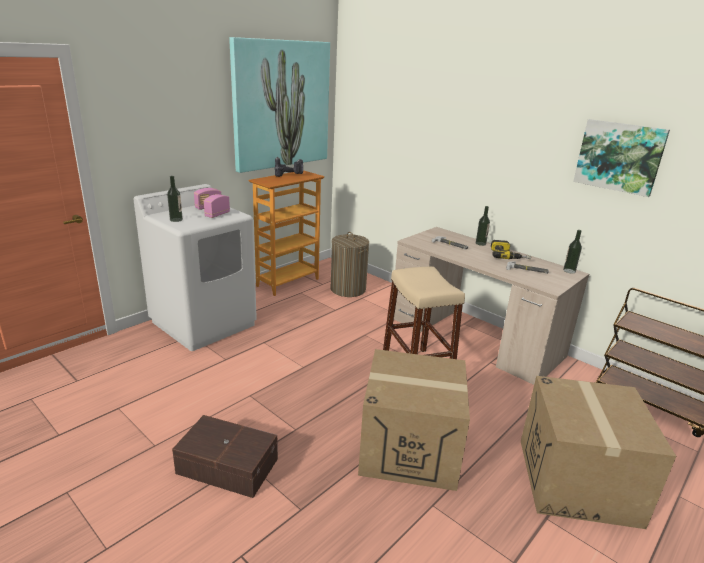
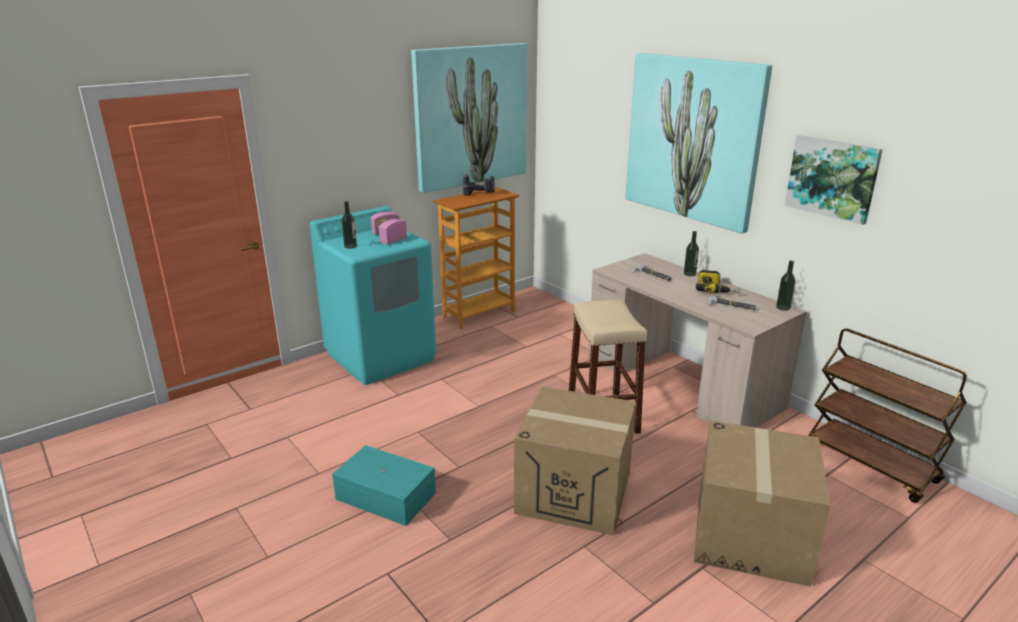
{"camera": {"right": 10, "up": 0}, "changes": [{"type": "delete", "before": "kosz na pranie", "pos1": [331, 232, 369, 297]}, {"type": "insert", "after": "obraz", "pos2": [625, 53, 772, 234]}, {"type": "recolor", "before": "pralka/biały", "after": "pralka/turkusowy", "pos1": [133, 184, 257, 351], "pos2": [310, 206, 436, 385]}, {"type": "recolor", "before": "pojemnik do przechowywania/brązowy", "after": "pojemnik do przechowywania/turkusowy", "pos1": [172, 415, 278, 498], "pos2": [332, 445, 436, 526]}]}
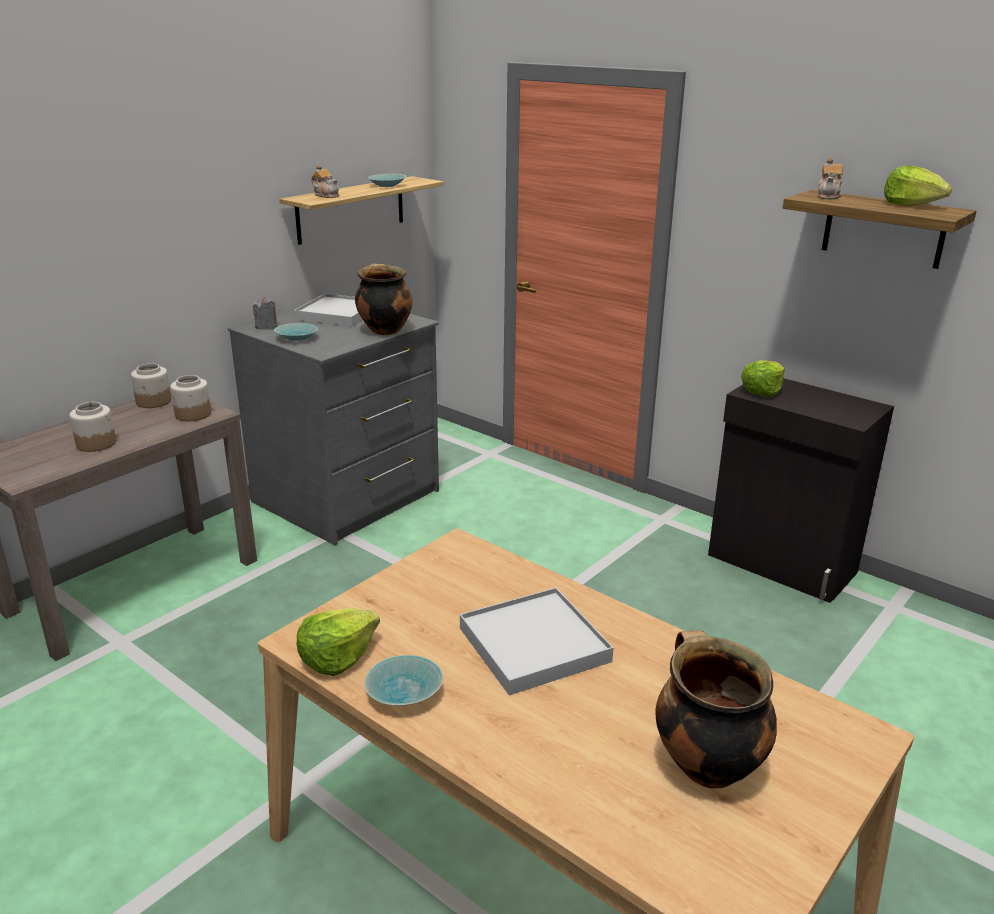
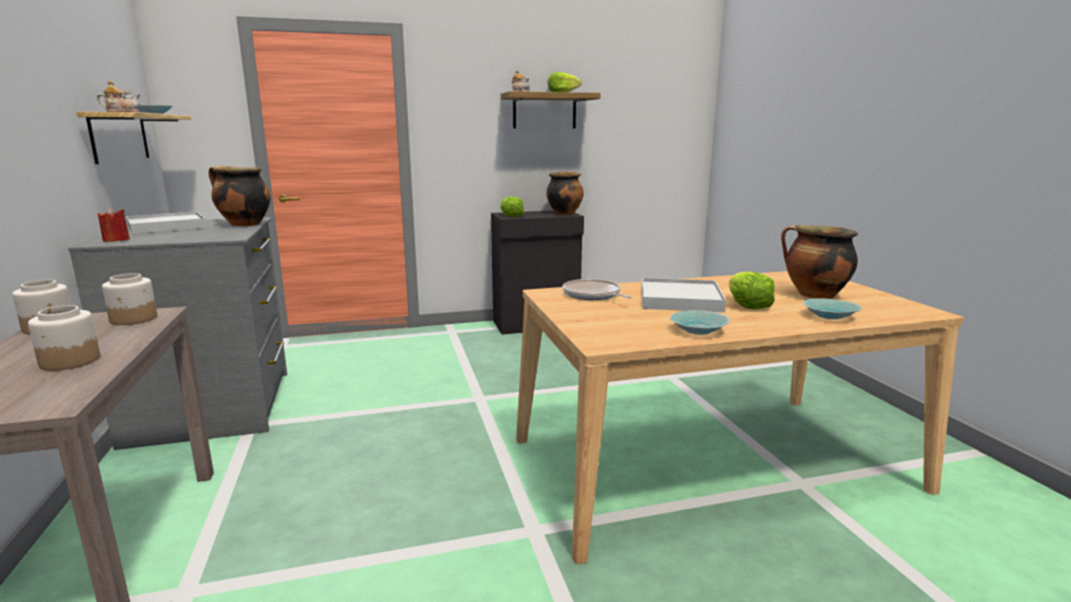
{"camera": {"right": -55, "up": -10}, "changes": [{"type": "insert", "after": "garnek", "pos2": [546, 171, 584, 215]}, {"type": "insert", "after": "patelnia", "pos2": [562, 279, 632, 300]}, {"type": "move", "before": "miska/turkusowy", "pos1": [274, 323, 318, 341], "pos2": [803, 298, 862, 320]}, {"type": "move", "before": "sałata", "pos1": [297, 608, 380, 676], "pos2": [729, 271, 775, 309]}, {"type": "recolor", "before": "świeca/szary", "after": "świeca/czerwony", "pos1": [253, 297, 277, 330], "pos2": [98, 207, 130, 242]}]}
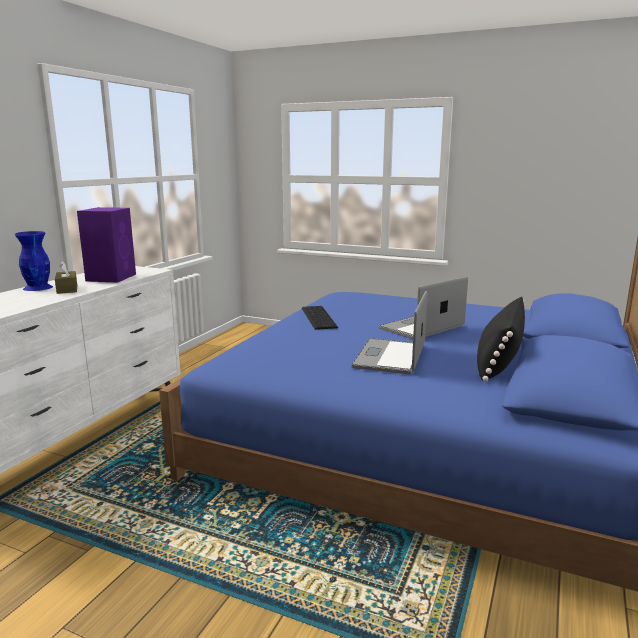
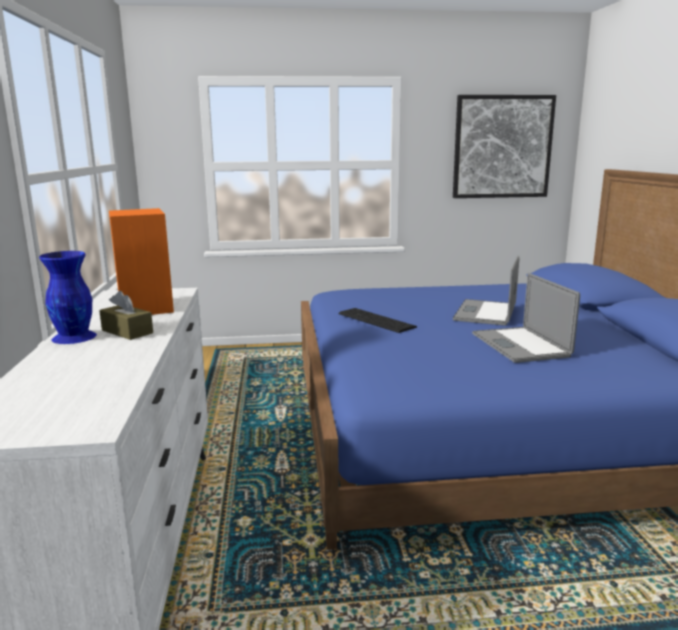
{"camera": {"right": -30, "up": 0}, "changes": [{"type": "delete", "before": "poduszka/czarny", "pos1": [477, 297, 525, 382]}, {"type": "insert", "after": "obraz", "pos2": [453, 95, 556, 198]}, {"type": "recolor", "before": "głośnik/fioletowy", "after": "głośnik/pomarańczowy", "pos1": [77, 207, 136, 283], "pos2": [109, 208, 174, 315]}]}
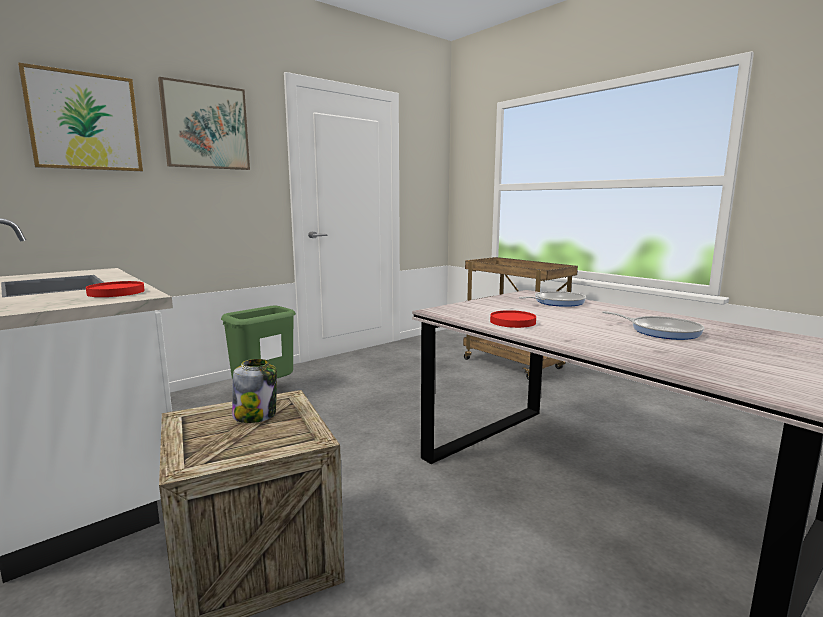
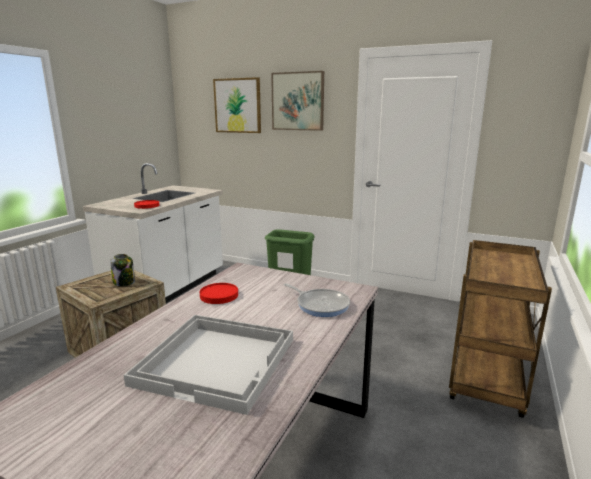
{"camera": {"right": 65, "up": 5}, "changes": [{"type": "replace", "before": "patelnia", "after": "taca/biały", "pos1": [602, 311, 705, 340], "pos2": [124, 315, 293, 415]}]}
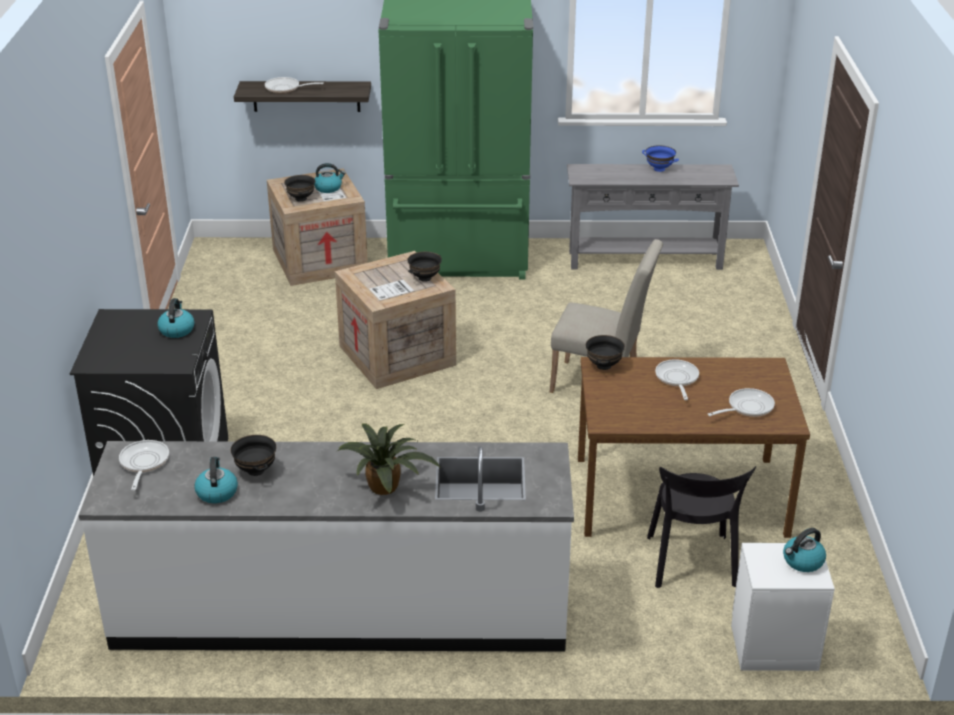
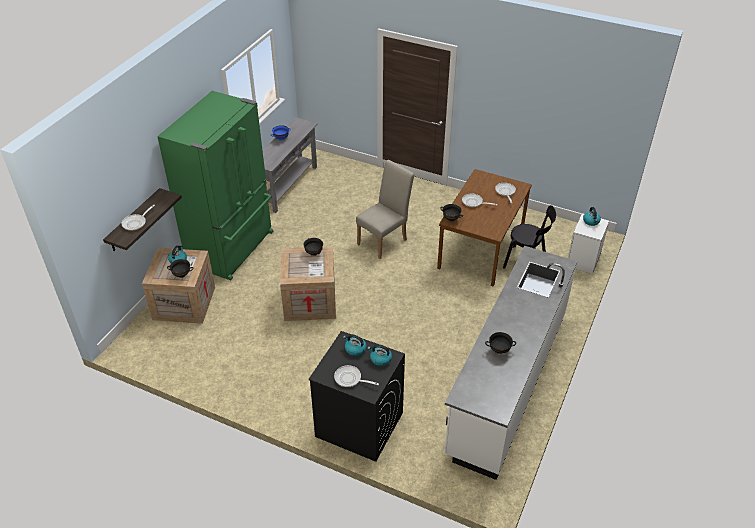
{"camera": {"right": -65, "up": 10}, "changes": [{"type": "delete", "before": "roślina doniczkowa", "pos1": [337, 423, 440, 495]}, {"type": "move", "before": "patelnia", "pos1": [119, 440, 169, 491], "pos2": [334, 365, 379, 387]}, {"type": "move", "before": "czajnik", "pos1": [194, 457, 238, 503], "pos2": [367, 344, 392, 366]}]}
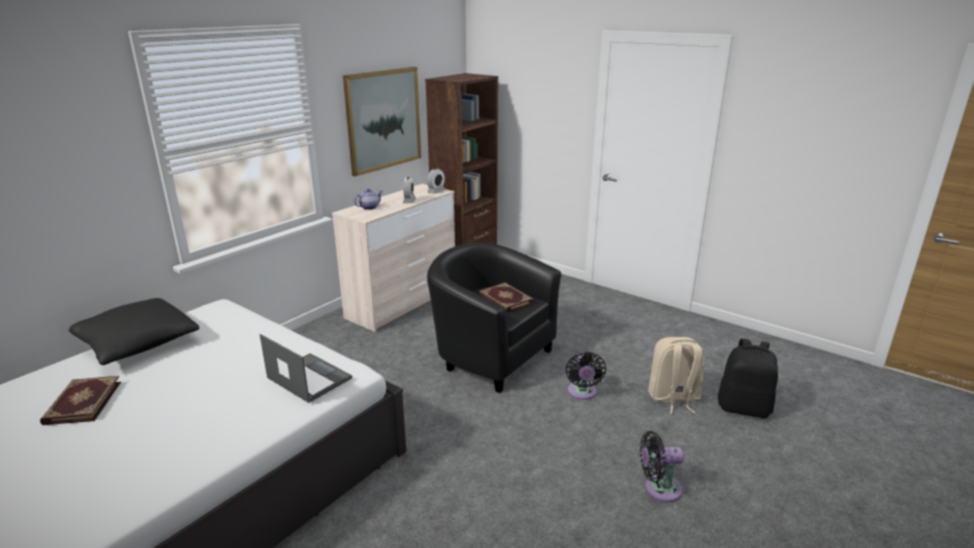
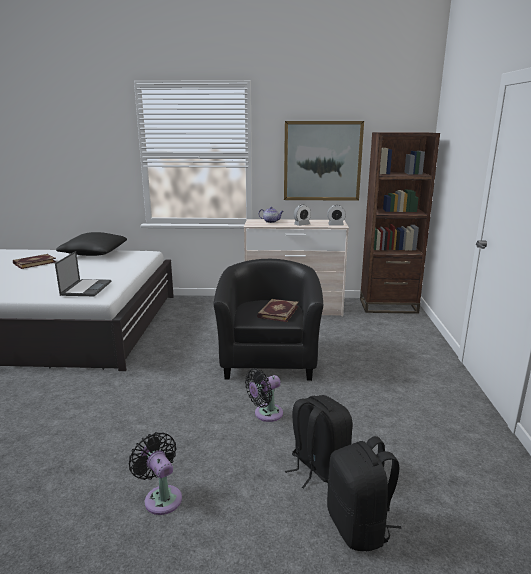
{"camera": {"right": 55, "up": -5}, "changes": [{"type": "recolor", "before": "plecak/beżowy", "after": "plecak/czarny", "pos1": [648, 337, 705, 414], "pos2": [285, 395, 352, 489]}]}
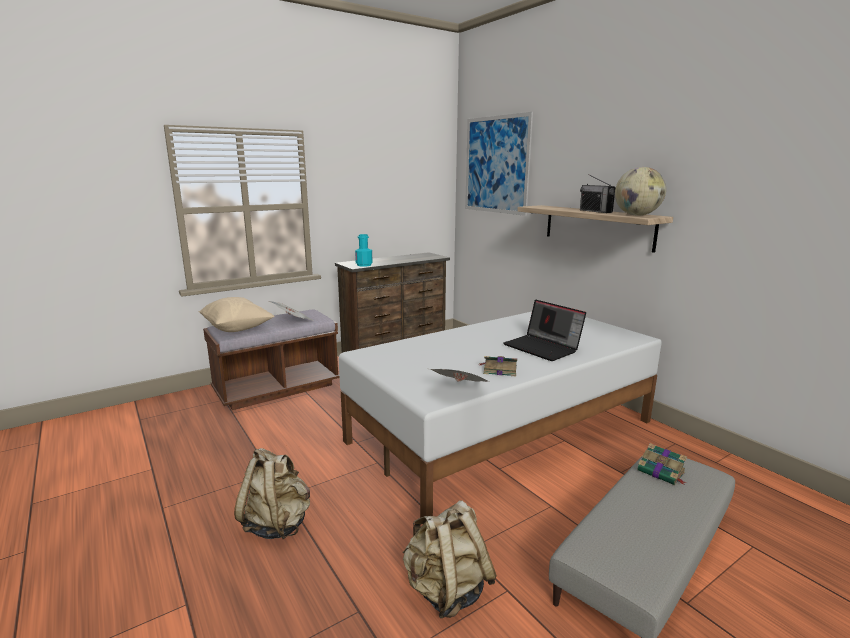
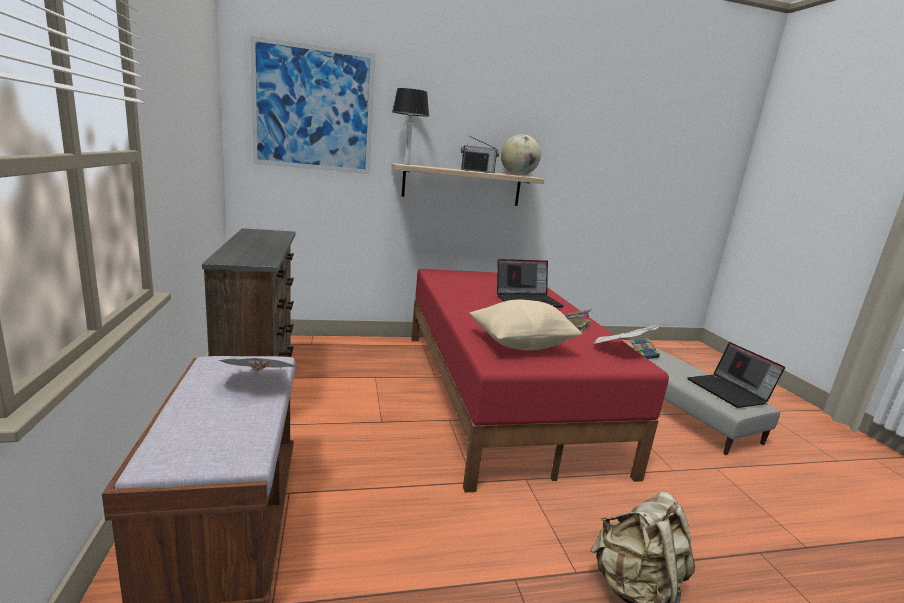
{"camera": {"right": -70, "up": 0}, "changes": [{"type": "delete", "before": "butelka/turkusowy", "pos1": [355, 234, 373, 267]}, {"type": "delete", "before": "plecak/beżowy", "pos1": [403, 500, 497, 618]}, {"type": "insert", "after": "lampa stołowa", "pos2": [392, 88, 429, 165]}, {"type": "insert", "after": "laptop", "pos2": [687, 342, 785, 408]}, {"type": "move", "before": "poduszka/beżowy", "pos1": [199, 297, 274, 332], "pos2": [469, 300, 582, 350]}, {"type": "recolor", "before": "łóżko/biały", "after": "łóżko/czerwony", "pos1": [339, 312, 662, 518], "pos2": [411, 269, 669, 493]}]}
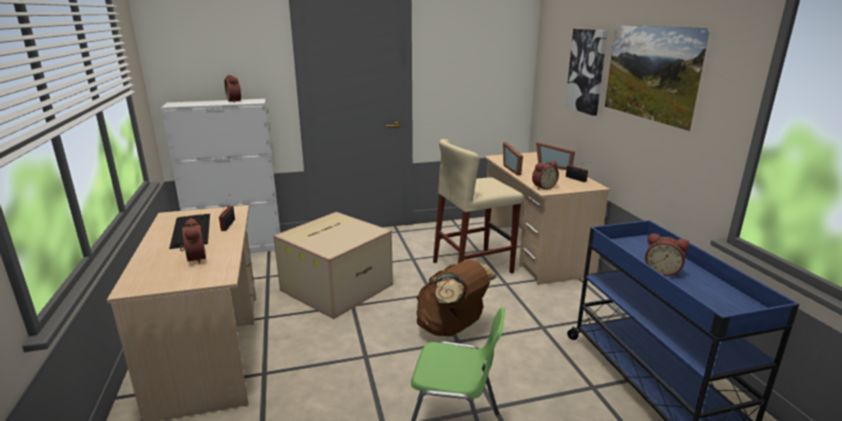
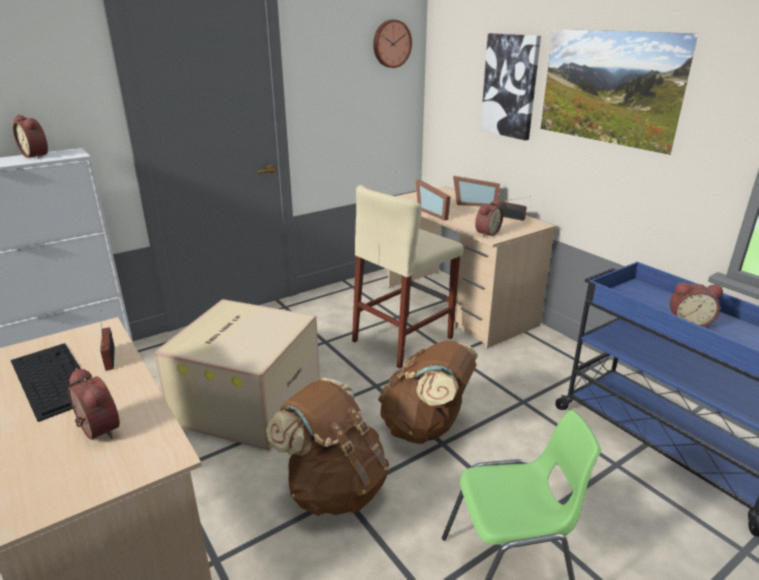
{"camera": {"right": -20, "up": 5}, "changes": [{"type": "insert", "after": "plecak/brązowy", "pos2": [266, 378, 389, 516]}, {"type": "insert", "after": "zegar ścienny", "pos2": [373, 20, 412, 68]}]}
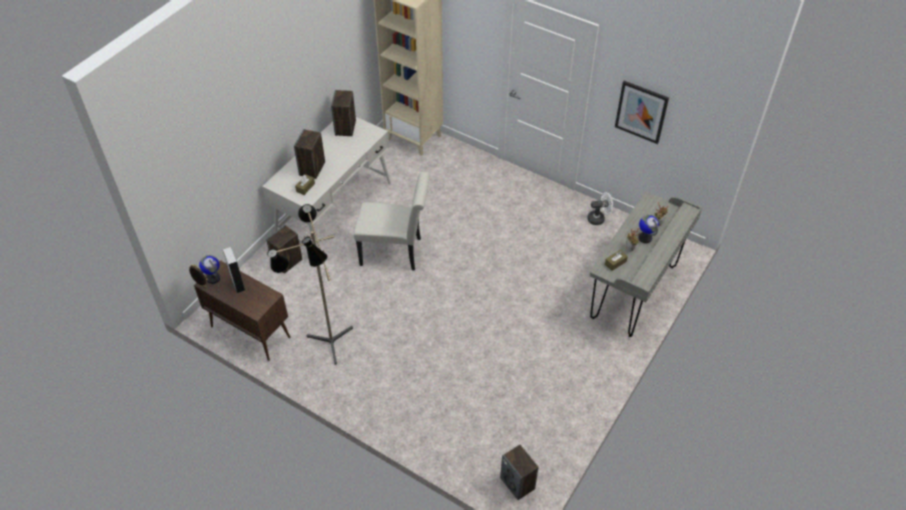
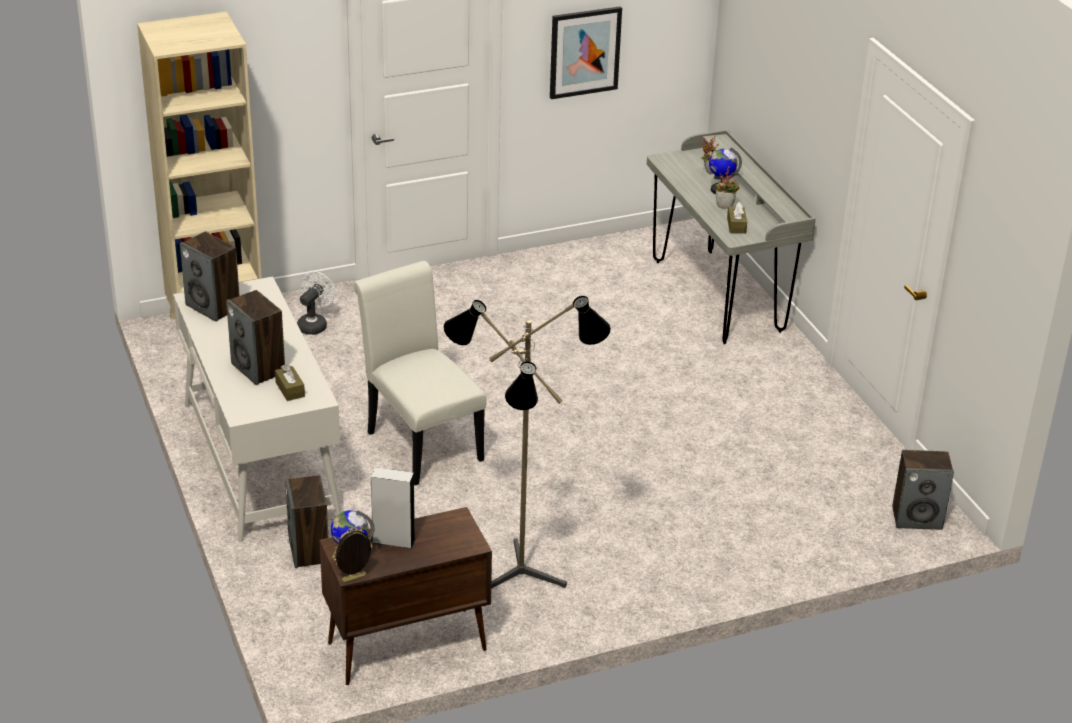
{"camera": {"right": -55, "up": -15}, "changes": [{"type": "move", "before": "wentylator/biały", "pos1": [587, 192, 613, 225], "pos2": [297, 272, 335, 335]}, {"type": "rotate", "before": "krzesło/biały", "pos1": [354, 172, 430, 270], "pos2": [353, 261, 487, 485], "turn": -75}]}
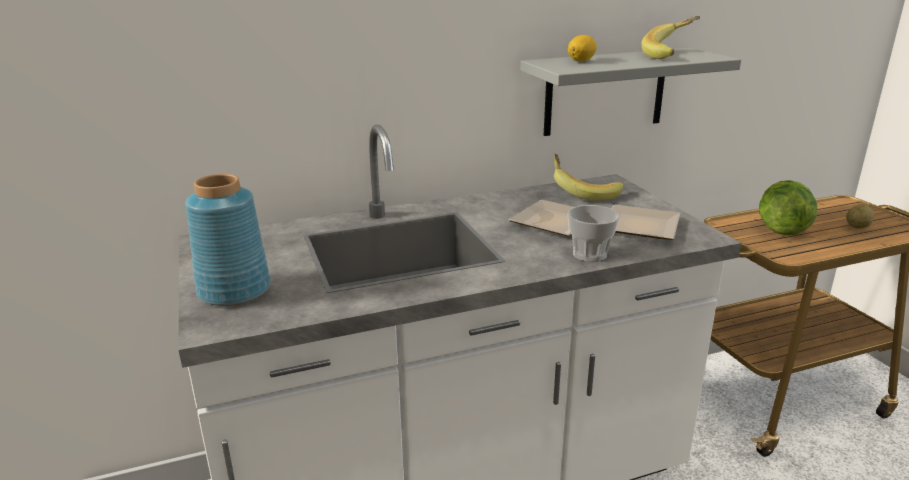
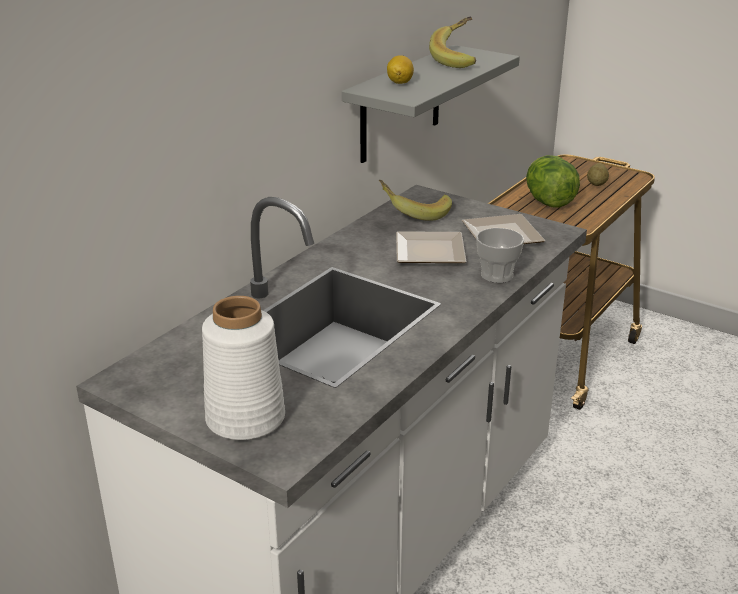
{"camera": {"right": -35, "up": 5}, "changes": [{"type": "recolor", "before": "wazon/niebieski", "after": "wazon/biały", "pos1": [185, 174, 271, 306], "pos2": [202, 296, 285, 440]}]}
